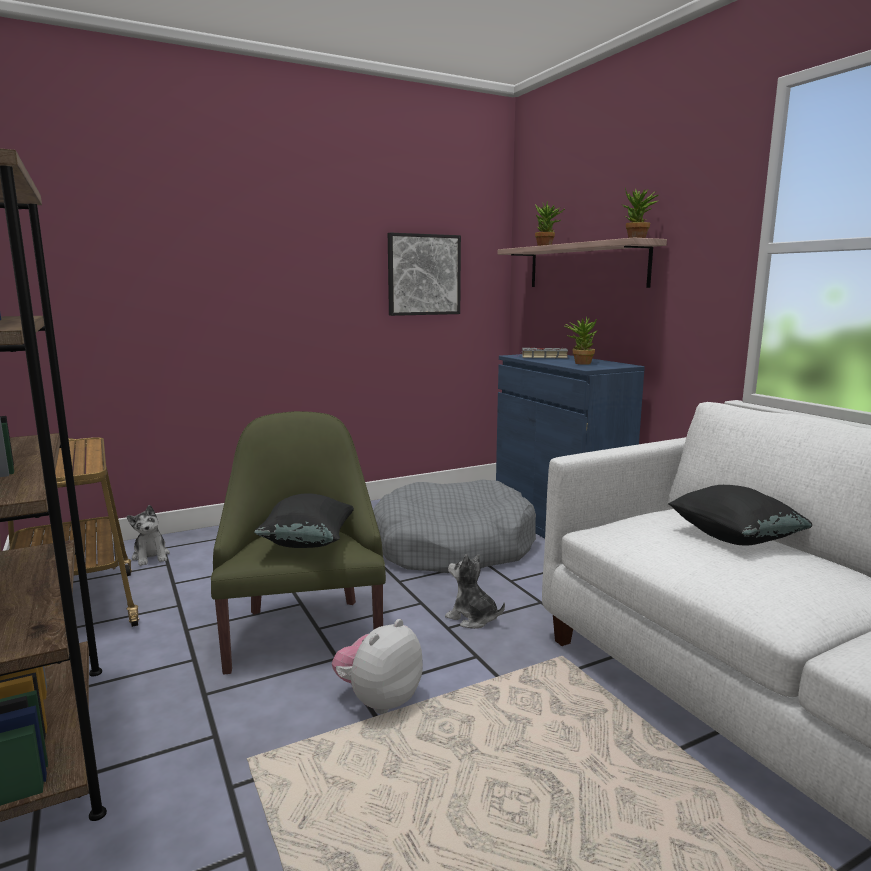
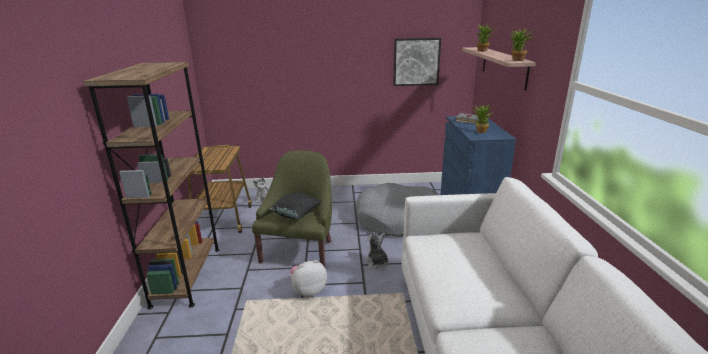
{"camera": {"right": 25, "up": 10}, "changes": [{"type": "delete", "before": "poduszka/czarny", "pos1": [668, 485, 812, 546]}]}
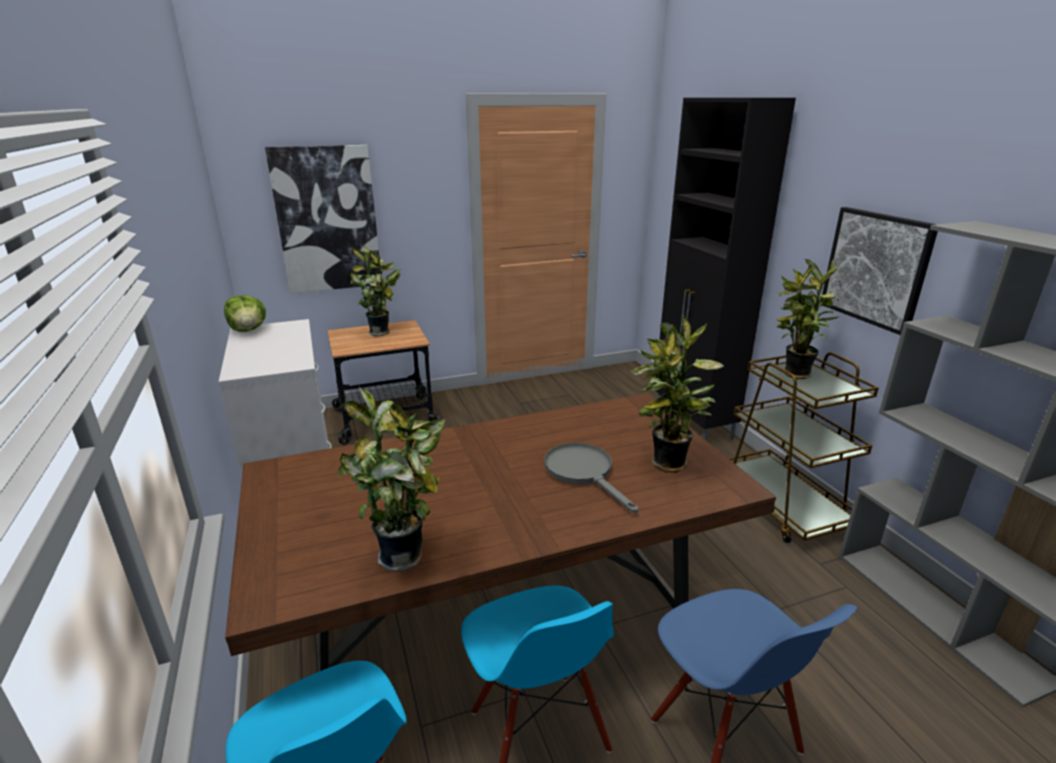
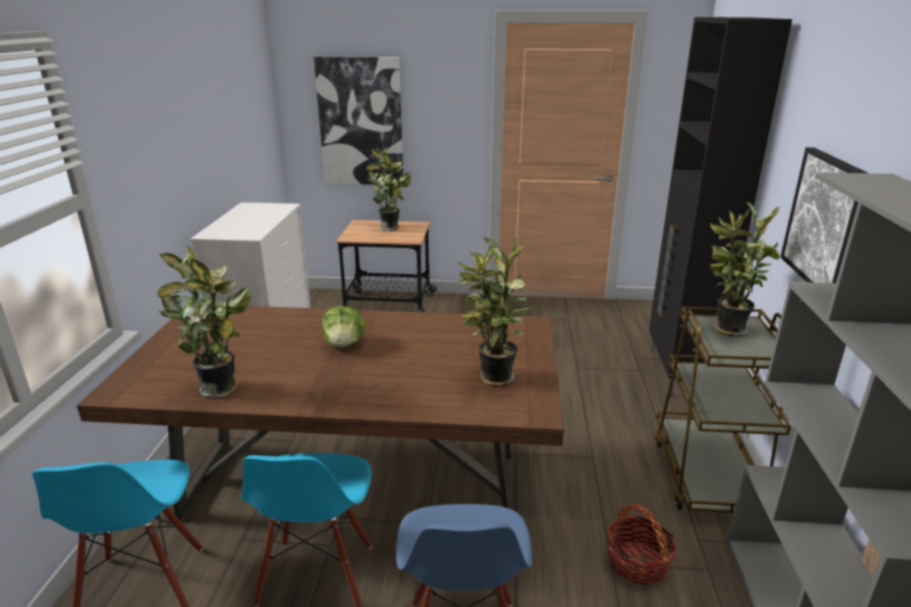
{"camera": {"right": 25, "up": 0}, "changes": [{"type": "delete", "before": "patelnia/szary", "pos1": [544, 443, 638, 513]}, {"type": "insert", "after": "koszyk", "pos2": [607, 502, 677, 585]}, {"type": "move", "before": "sałata", "pos1": [224, 295, 266, 332], "pos2": [322, 306, 366, 348]}]}
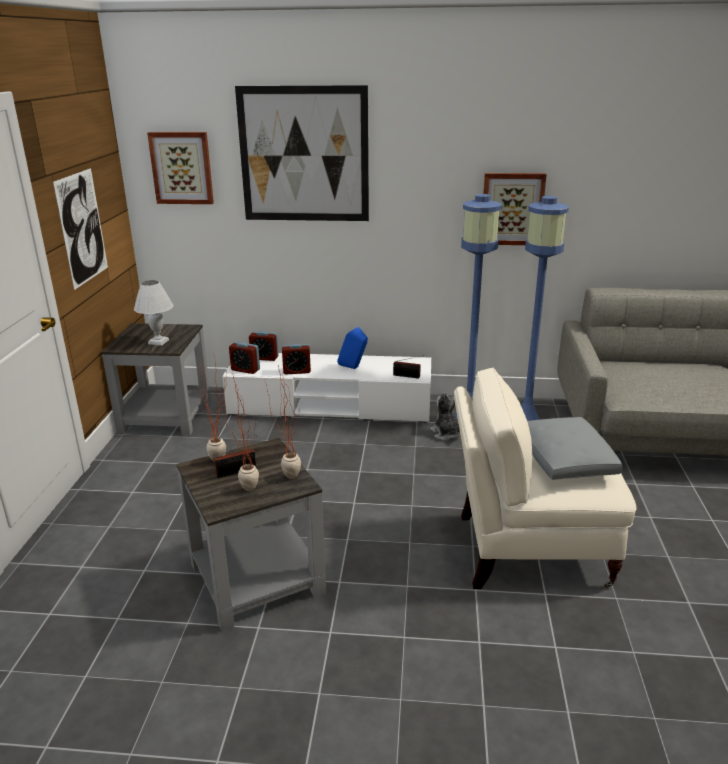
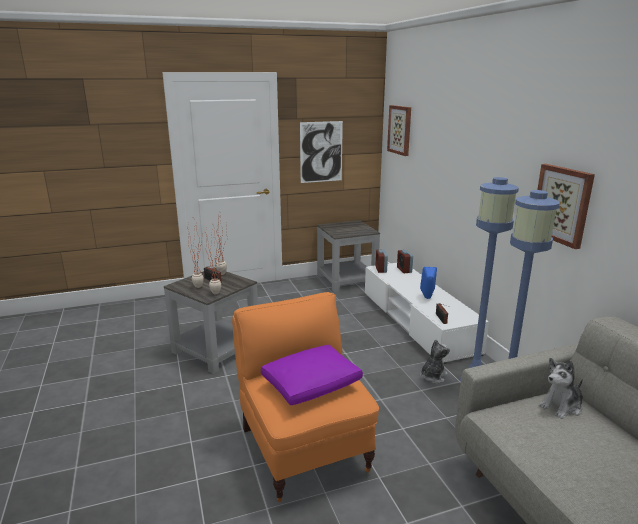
{"camera": {"right": 65, "up": -5}, "changes": [{"type": "delete", "before": "lampa stołowa/biały", "pos1": [134, 280, 173, 346]}, {"type": "delete", "before": "obraz", "pos1": [235, 85, 369, 221]}, {"type": "delete", "before": "budzik", "pos1": [282, 344, 311, 374]}, {"type": "insert", "after": "pluszak", "pos2": [539, 358, 583, 419]}, {"type": "recolor", "before": "fotel/beżowy", "after": "fotel/pomarańczowy", "pos1": [454, 367, 637, 589], "pos2": [232, 292, 379, 502]}, {"type": "recolor", "before": "poduszka/szary", "after": "poduszka/fioletowy", "pos1": [527, 417, 622, 480], "pos2": [261, 345, 363, 405]}]}
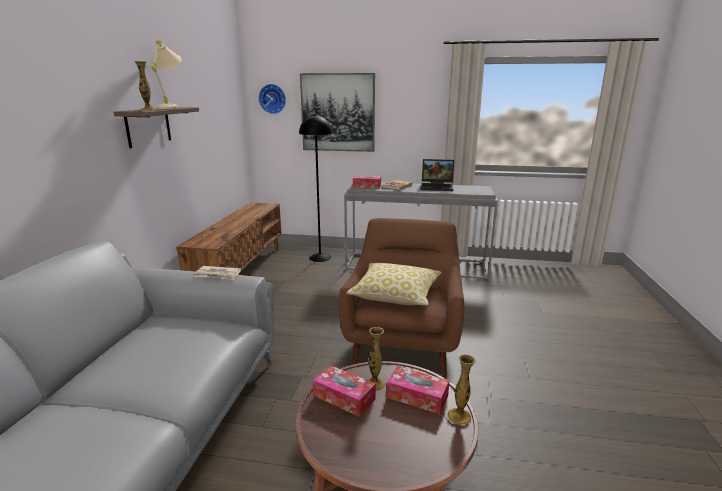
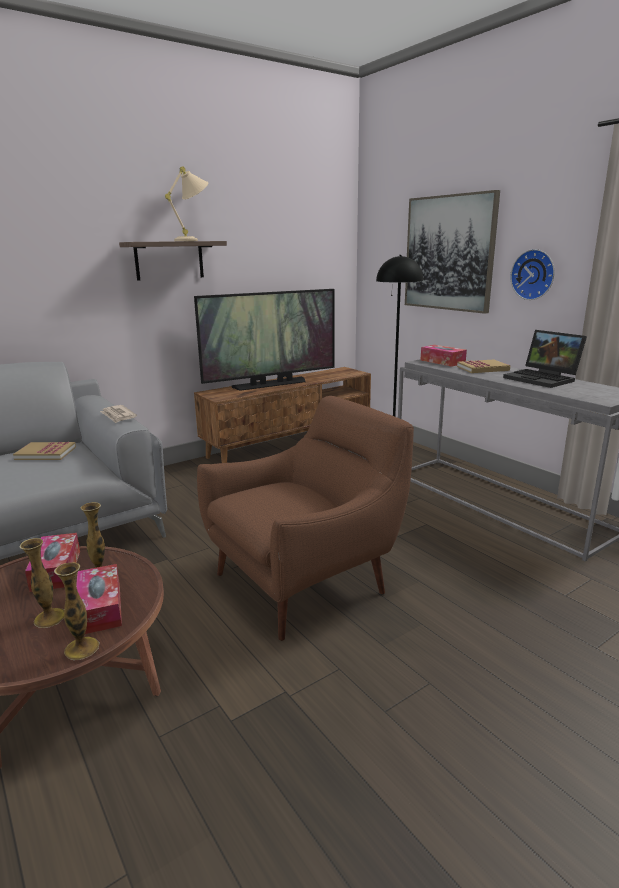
{"camera": {"right": 45, "up": 0}, "changes": [{"type": "delete", "before": "poduszka", "pos1": [346, 263, 442, 306]}, {"type": "insert", "after": "książka", "pos2": [13, 442, 76, 460]}, {"type": "insert", "after": "telewizor", "pos2": [194, 289, 335, 391]}, {"type": "move", "before": "wazon", "pos1": [134, 61, 157, 110], "pos2": [19, 538, 64, 628]}, {"type": "move", "before": "zegar ścienny", "pos1": [258, 84, 286, 114], "pos2": [510, 249, 555, 300]}]}
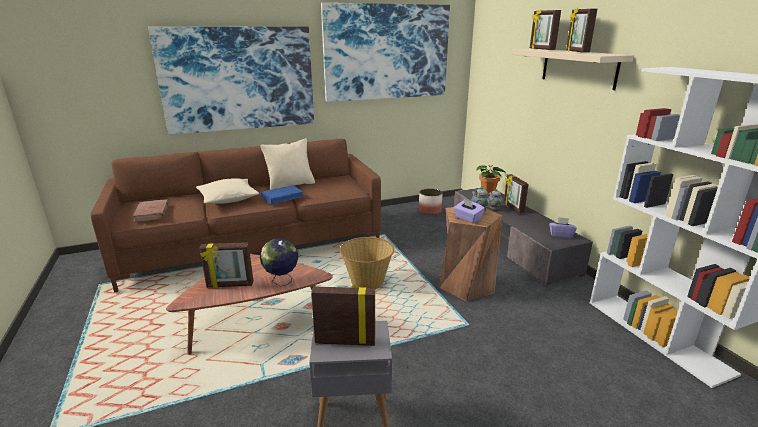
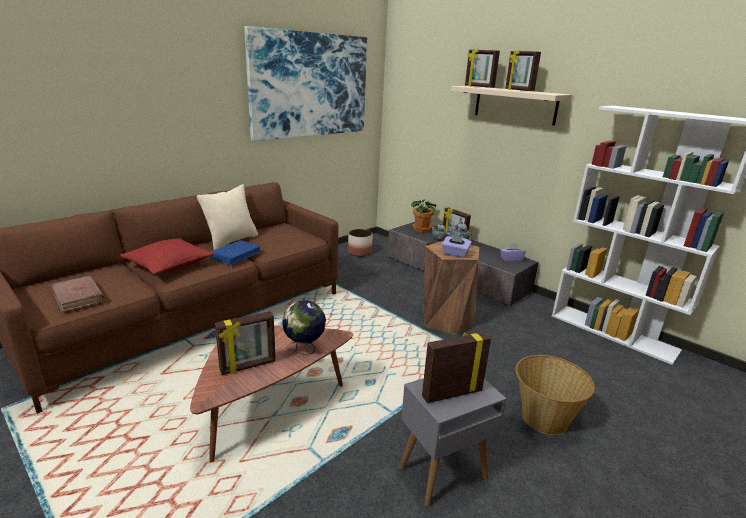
{"camera": {"right": -25, "up": 0}, "changes": [{"type": "delete", "before": "obraz", "pos1": [148, 27, 314, 135]}, {"type": "move", "before": "koszyk", "pos1": [340, 237, 394, 289], "pos2": [515, 355, 595, 435]}, {"type": "recolor", "before": "poduszka/beżowy", "after": "poduszka/czerwony", "pos1": [196, 178, 259, 204], "pos2": [120, 238, 214, 274]}]}
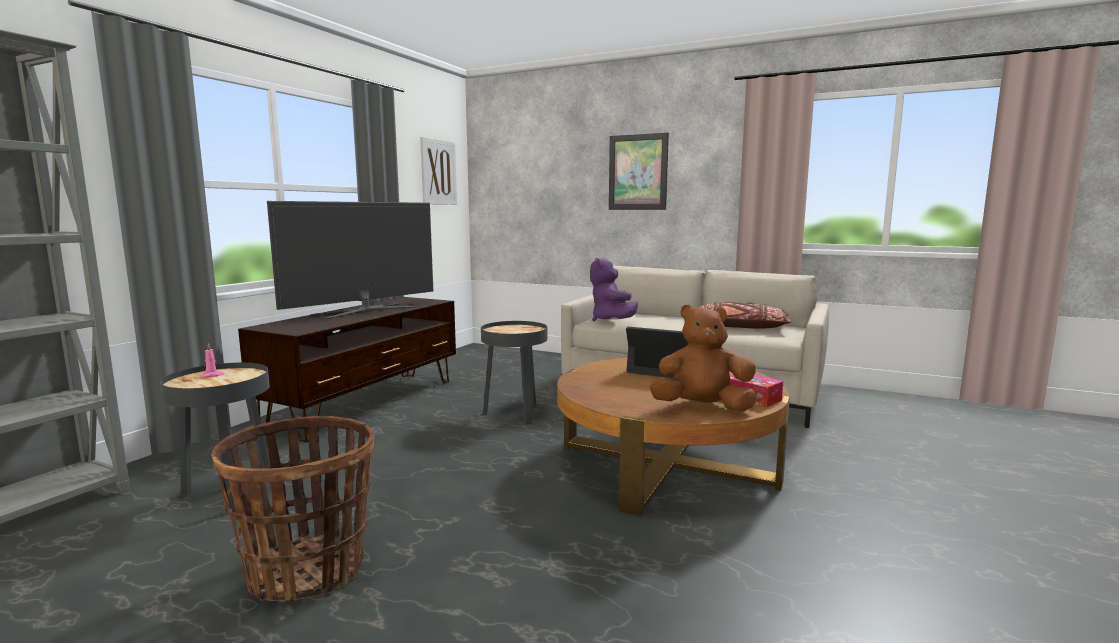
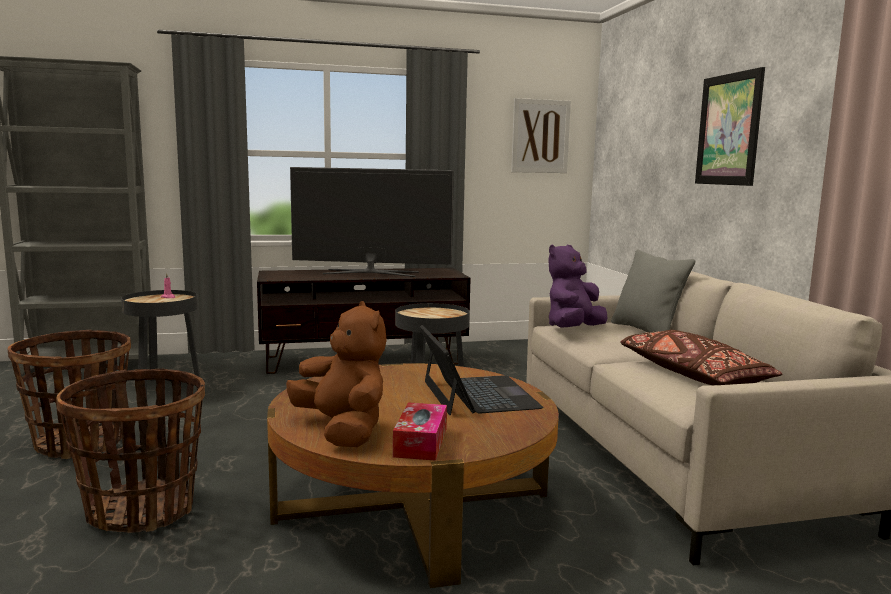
{"camera": {"right": 50, "up": 0}, "changes": [{"type": "insert", "after": "koszyk", "pos2": [56, 369, 205, 533]}, {"type": "insert", "after": "poduszka/szary", "pos2": [611, 250, 695, 332]}]}
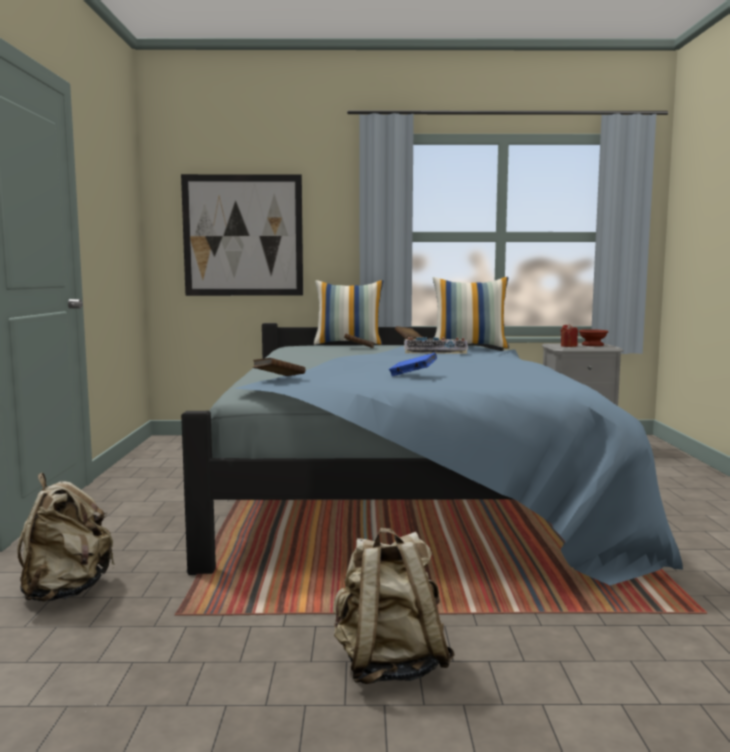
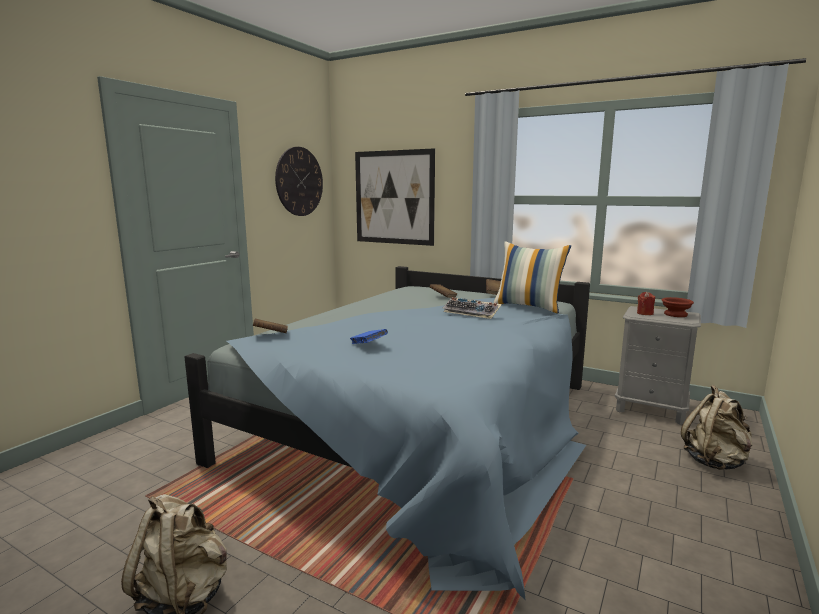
{"camera": {"right": 30, "up": 5}, "changes": [{"type": "delete", "before": "poduszka", "pos1": [314, 280, 383, 345]}, {"type": "insert", "after": "zegar ścienny", "pos2": [275, 147, 323, 216]}, {"type": "move", "before": "plecak/beżowy", "pos1": [17, 473, 115, 602], "pos2": [681, 385, 752, 470]}]}
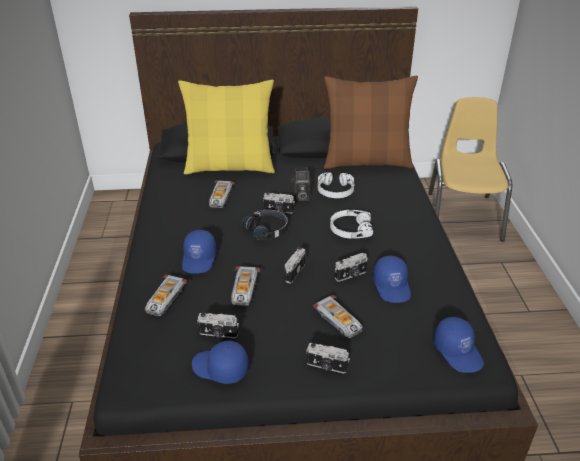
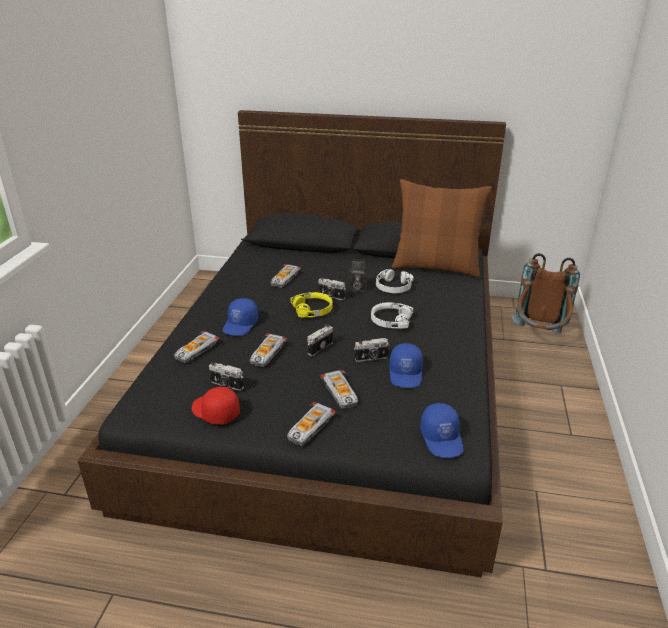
{"camera": {"right": 15, "up": -5}, "changes": [{"type": "delete", "before": "poduszka/żółty", "pos1": [178, 80, 275, 174]}, {"type": "replace", "before": "aparat fotograficzny", "after": "samochodzik", "pos1": [306, 343, 350, 374], "pos2": [287, 402, 336, 446]}, {"type": "replace", "before": "krzesło/żółty", "after": "plecak/brązowy", "pos1": [428, 97, 512, 241], "pos2": [512, 253, 580, 333]}, {"type": "recolor", "before": "czapka z daszkiem/niebieski", "after": "czapka z daszkiem/czerwony", "pos1": [192, 341, 249, 384], "pos2": [191, 387, 240, 425]}, {"type": "recolor", "before": "słuchawki/czarny", "after": "słuchawki/żółty", "pos1": [242, 209, 288, 241], "pos2": [291, 292, 332, 317]}]}
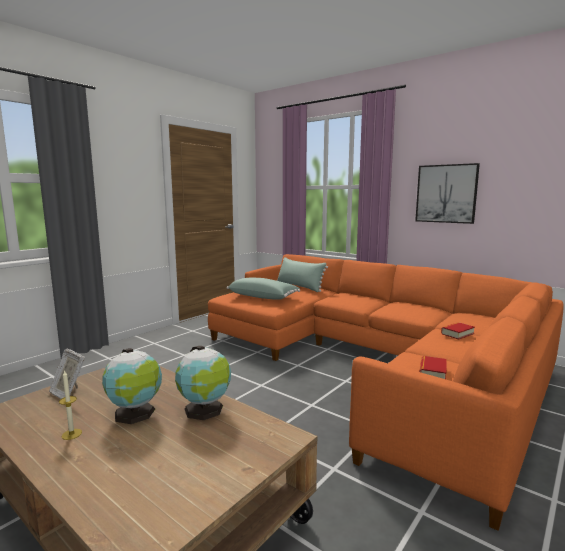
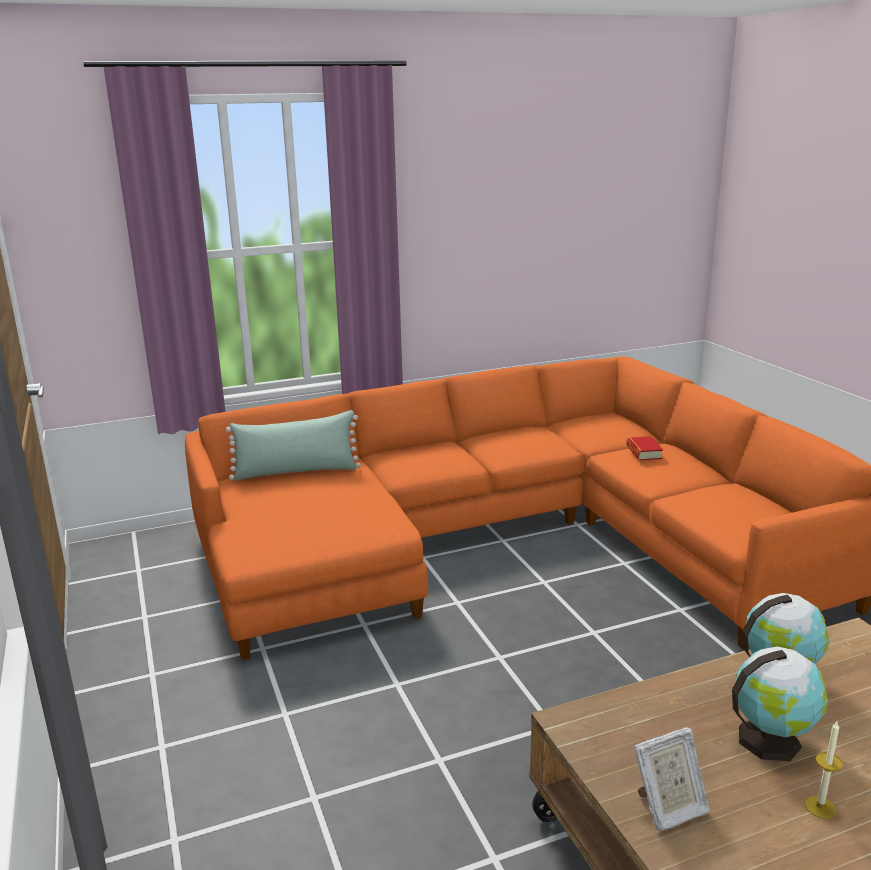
{"camera": {"right": -60, "up": 10}, "changes": [{"type": "delete", "before": "poduszka/zielony", "pos1": [227, 278, 300, 300]}, {"type": "delete", "before": "obraz", "pos1": [415, 163, 480, 224]}, {"type": "delete", "before": "książka", "pos1": [419, 356, 447, 379]}]}
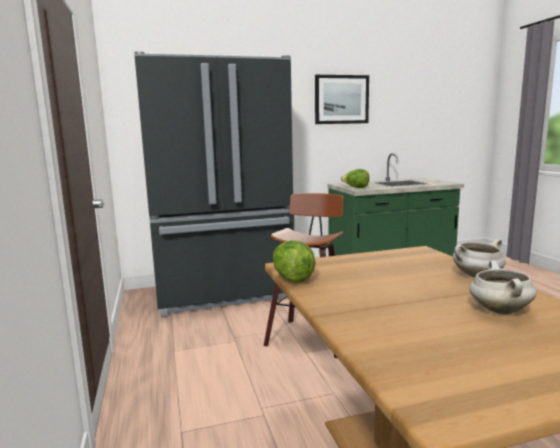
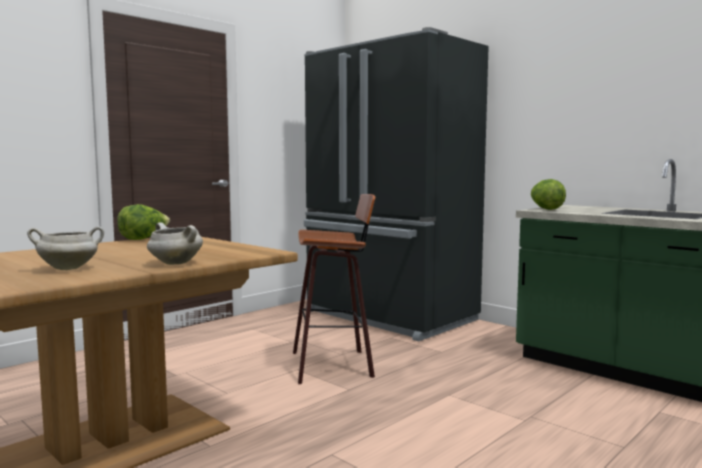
{"camera": {"right": 60, "up": -5}, "changes": [{"type": "delete", "before": "obraz", "pos1": [315, 75, 369, 124]}]}
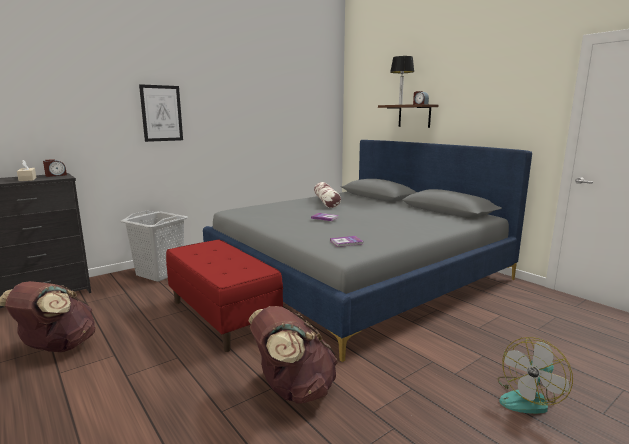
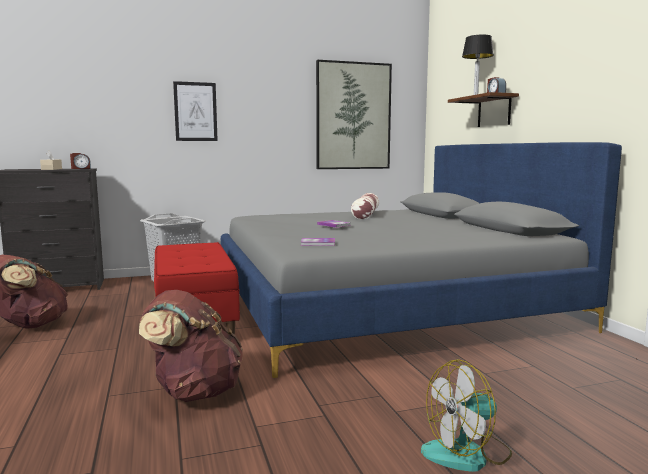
{"camera": {"right": 20, "up": -5}, "changes": [{"type": "insert", "after": "obraz", "pos2": [316, 60, 392, 169]}]}
